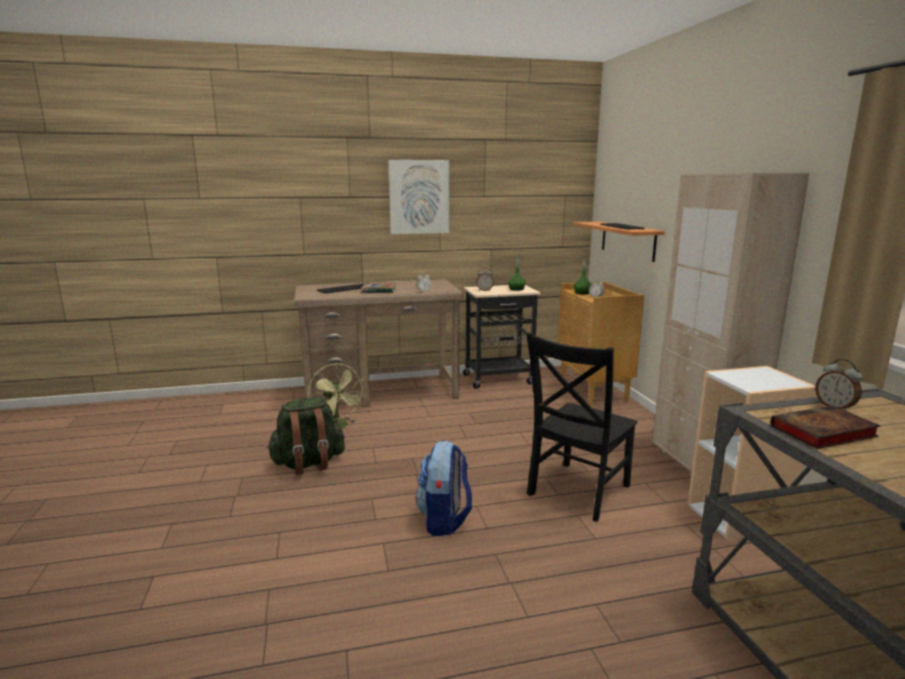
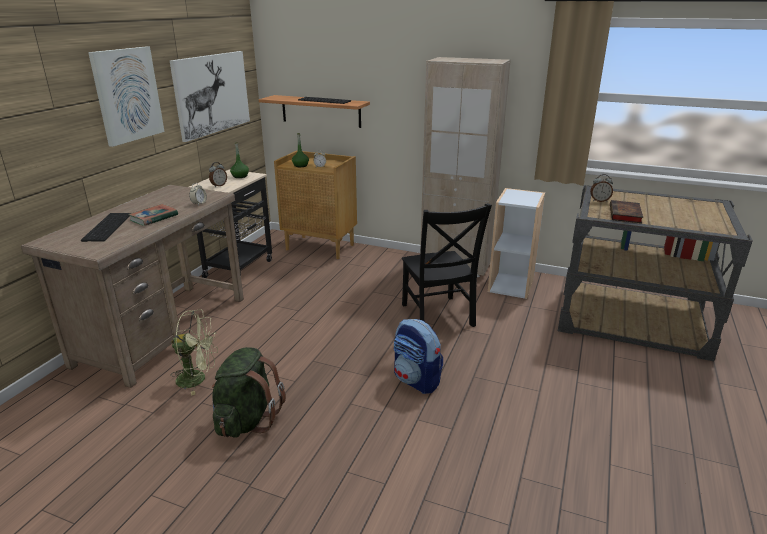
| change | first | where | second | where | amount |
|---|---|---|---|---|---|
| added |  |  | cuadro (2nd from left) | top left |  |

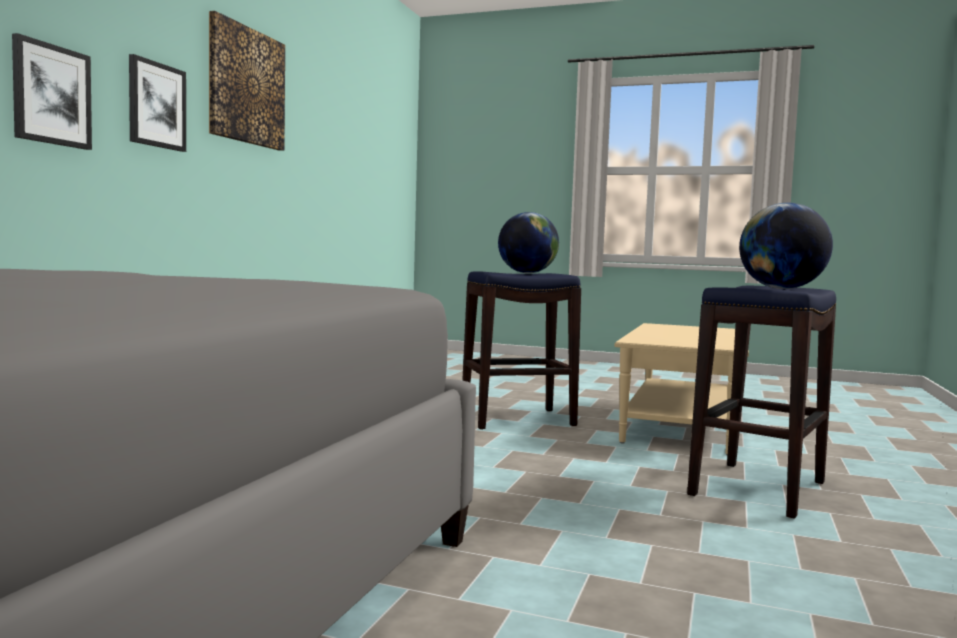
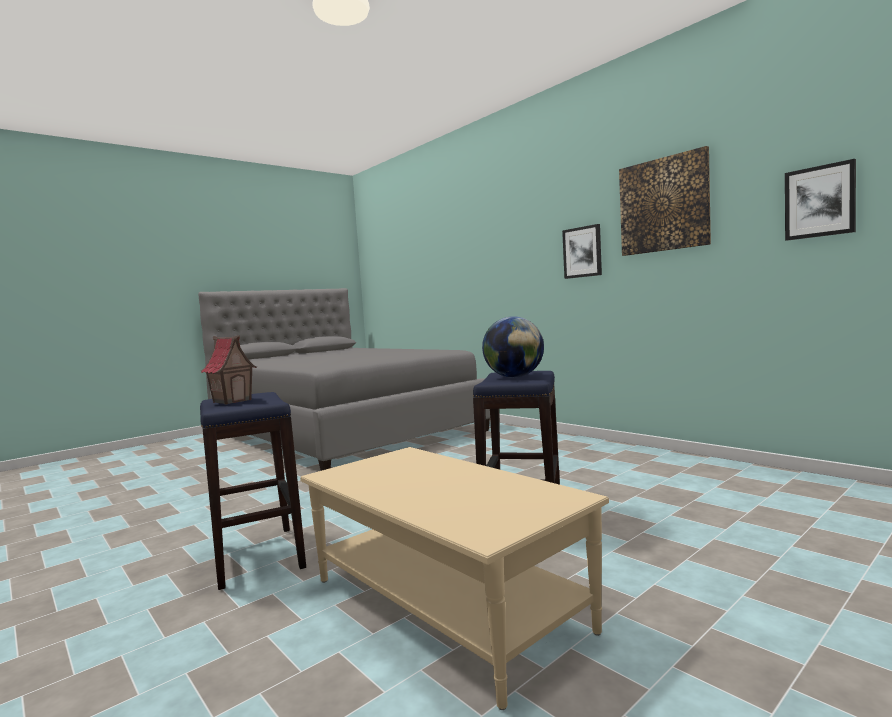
| change | first | where | second | where | amount |
|---|---|---|---|---|---|
| moved | cuadro (1st from left in the first image) | top left | cuadro (3rd from left) | top right |  |
| replaced | globo terráqueo (2nd from left) | middle right | casita | middle left |  |

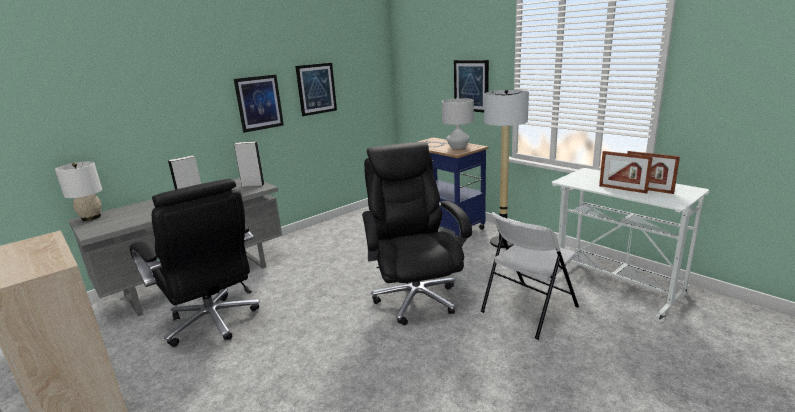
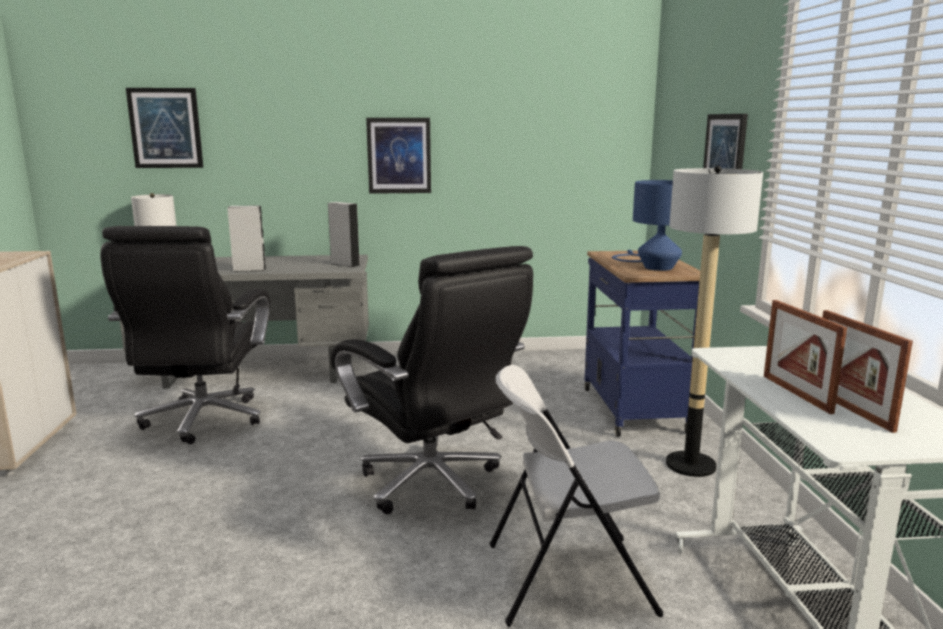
| change | first | where | second | where | amount |
|---|---|---|---|---|---|
| moved | cuadro (2nd from left in the first image) | top centre | cuadro (1st from left) | top left |  |
| recoloured | lámpara de mesa [blanco] (2nd from left) | top centre | lámpara de mesa [azul] | middle right |  |
| turned | silla de oficina [negro] (2nd from left) | centre |  | centre | 120 degrees clockwise |

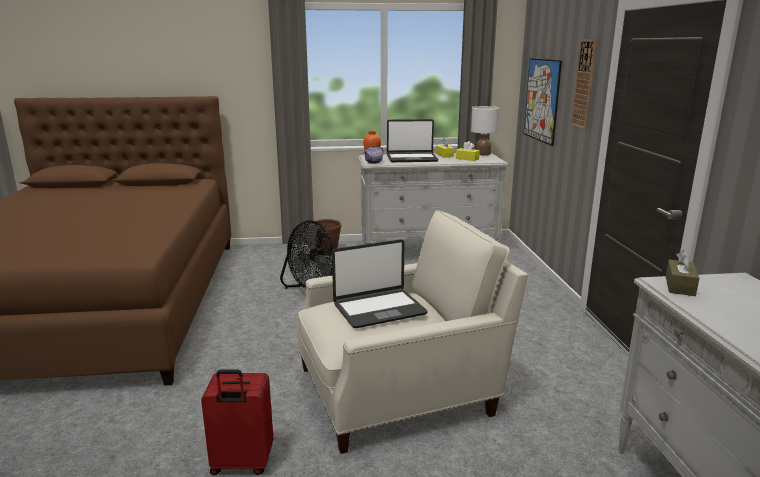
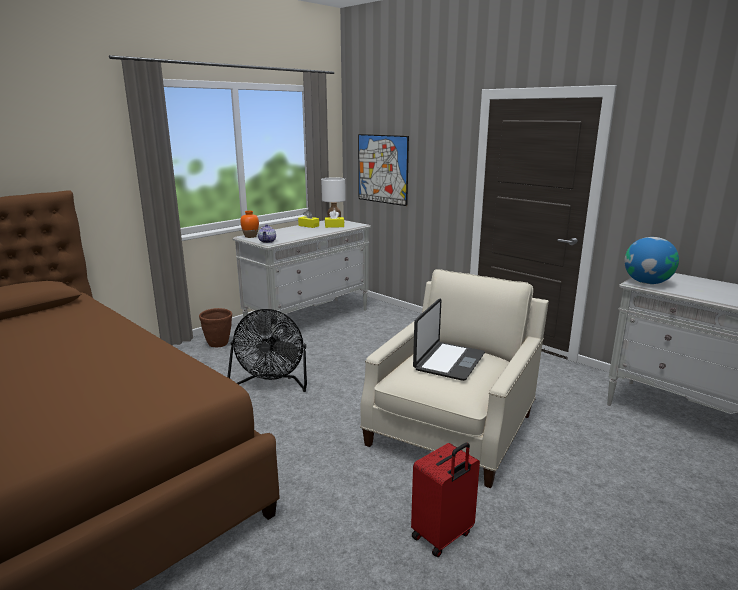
| change | first | where | second | where | amount |
|---|---|---|---|---|---|
| removed | portátil (2nd from left) | top centre |  |  |  |
| removed | reloj de pared | top right |  |  |  |
| replaced | caja de pañuelos [marrón] | middle right | globo terráqueo | middle right |  |

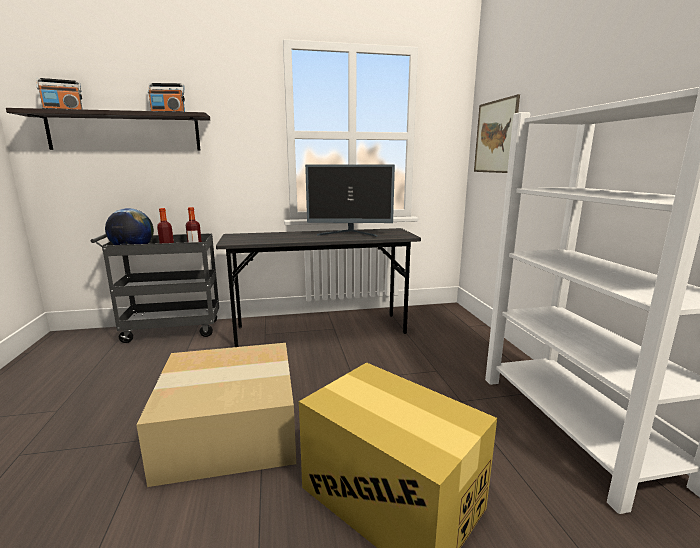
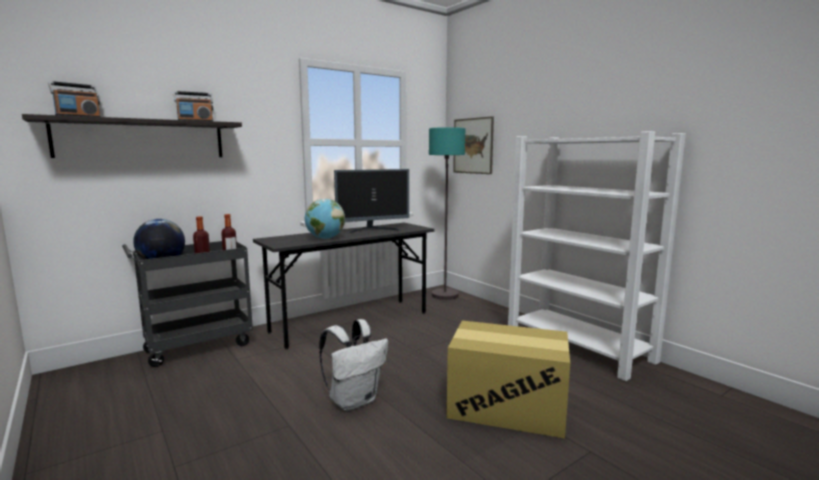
| change | first | where | second | where | amount |
|---|---|---|---|---|---|
| added |  |  | globo terráqueo (2nd from left) | centre |  |
| added |  |  | lámpara de pie [turquesa] | centre |  |
| replaced | caja de cartón (1st from left) | bottom left | mochila [blanco] | bottom centre |  |

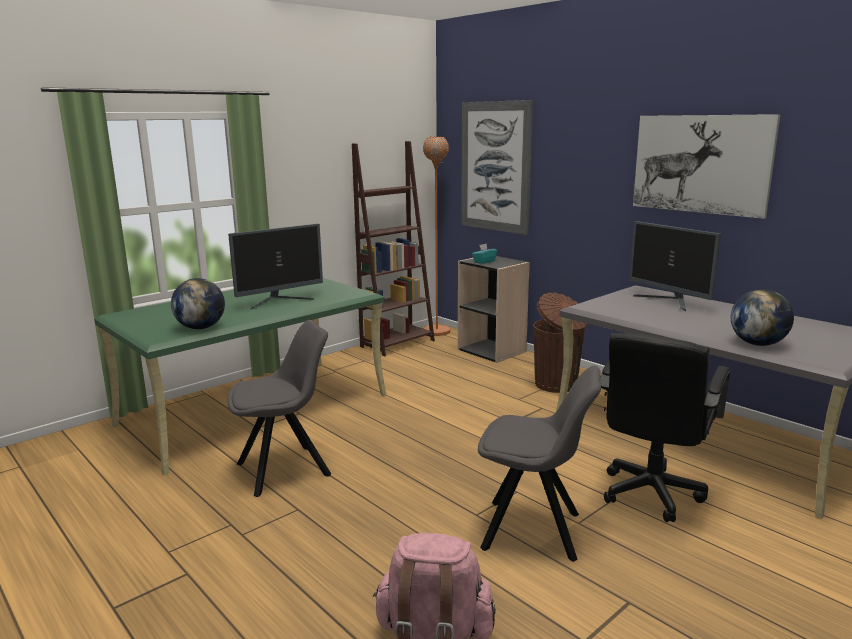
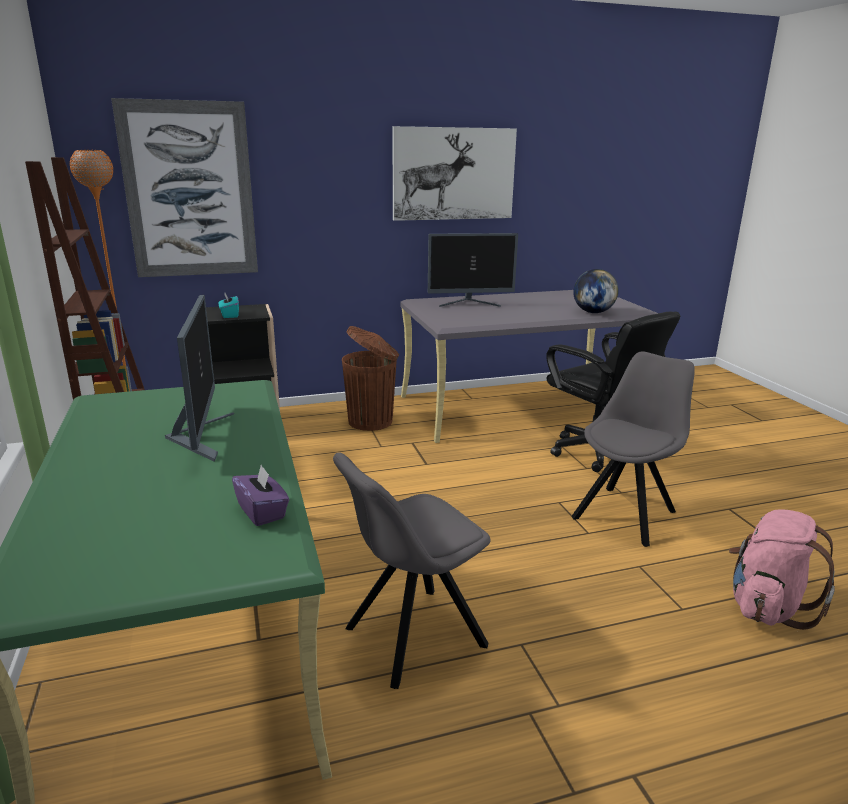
| change | first | where | second | where | amount |
|---|---|---|---|---|---|
| replaced | globo terráqueo (1st from left) | middle left | caja de pañuelos [morado] | middle left |  |
| turned | silla [gris] (1st from left) | middle left |  | bottom centre | 120 degrees counterclockwise |

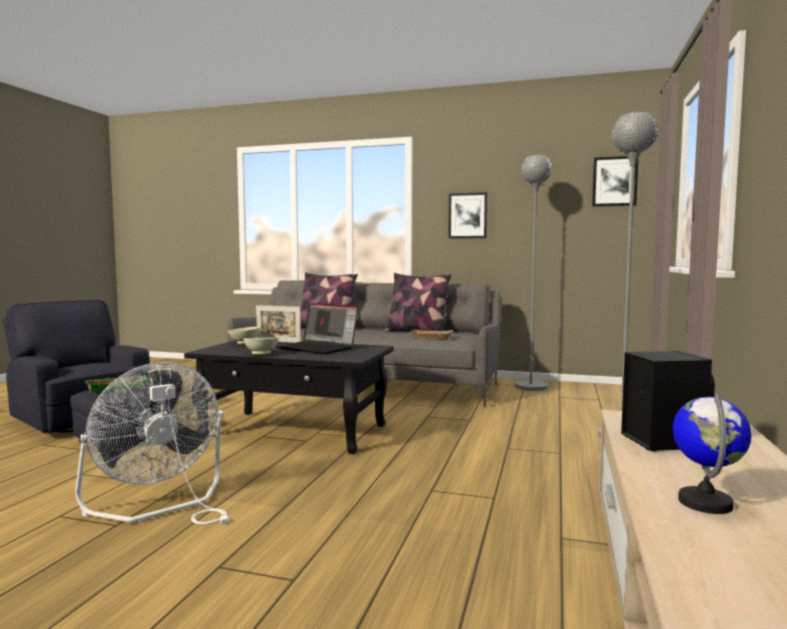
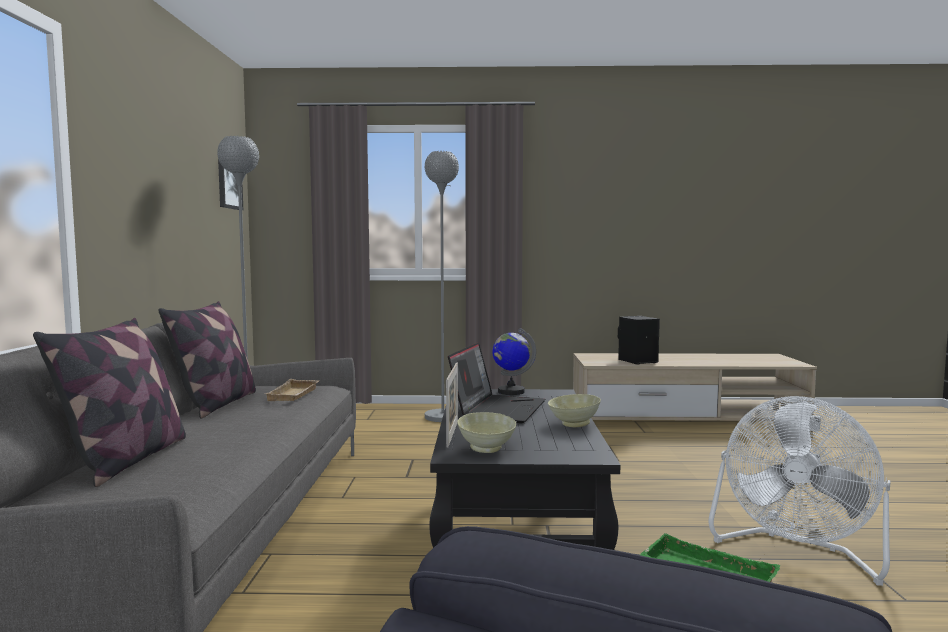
| change | first | where | second | where | amount |
|---|---|---|---|---|---|
| removed | cuadro (1st from left) | centre |  |  |  |
| moved | globo terráqueo | bottom right |  | centre |  |

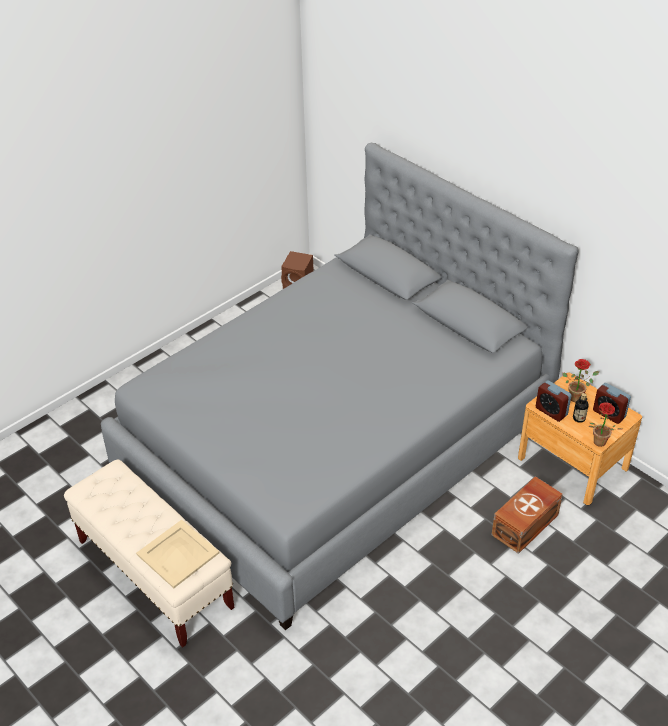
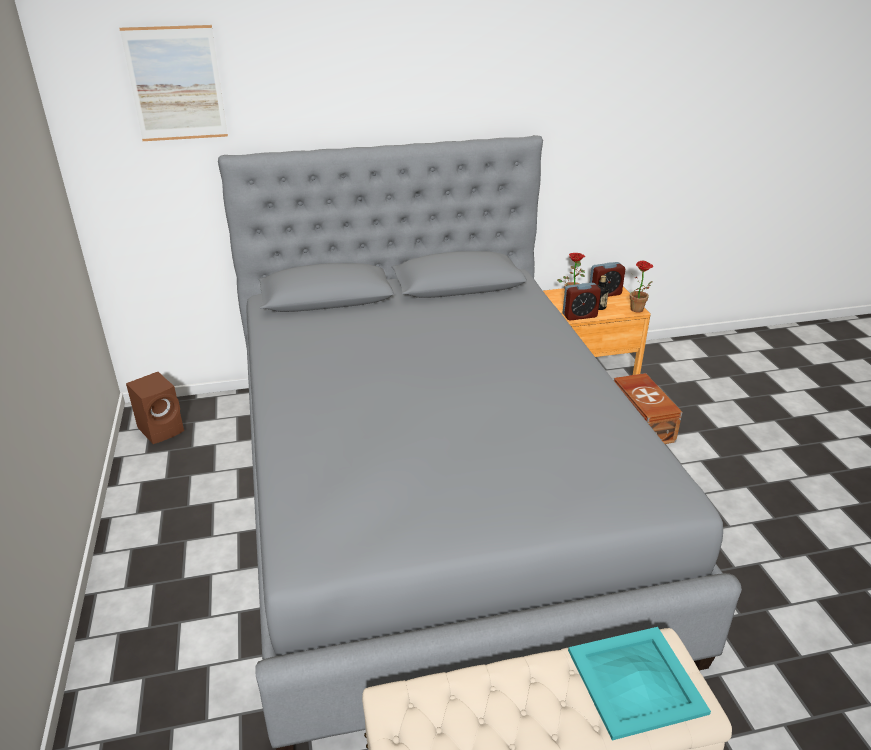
| change | first | where | second | where | amount |
|---|---|---|---|---|---|
| added |  |  | cuadro | top left |  |
| recoloured | bandeja [beis] | bottom left | bandeja [turquesa] | bottom right |  |

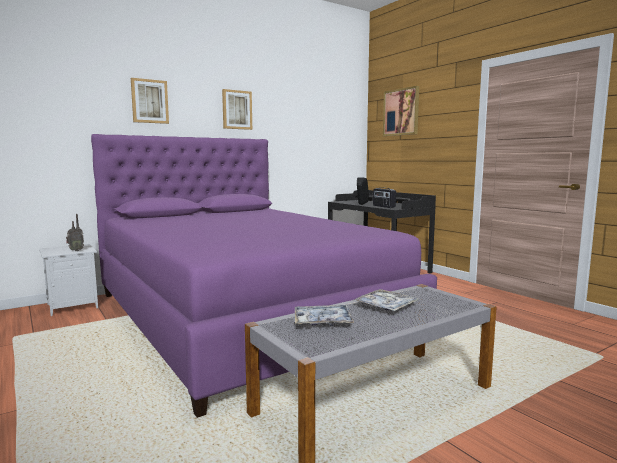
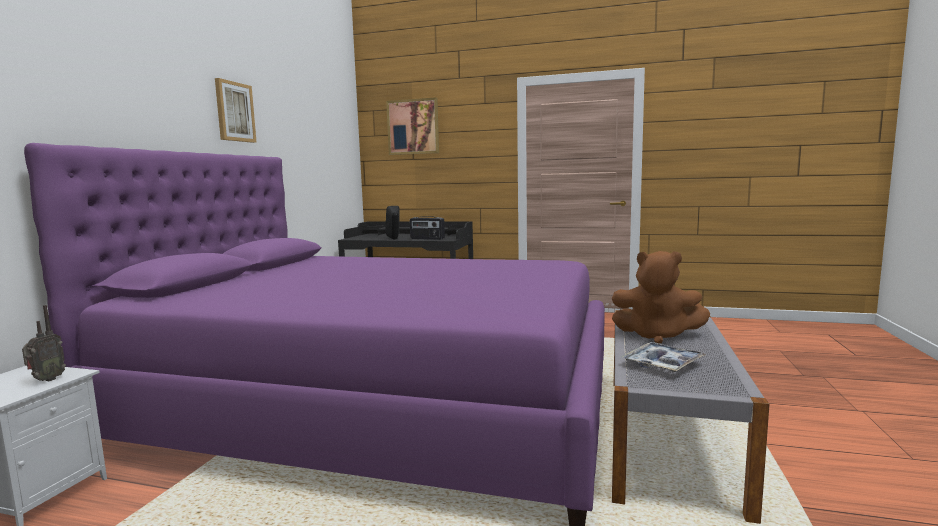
| change | first | where | second | where | amount |
|---|---|---|---|---|---|
| removed | cuadro (1st from left) | top left |  |  |  |
| replaced | bandeja (2nd from left) | centre | peluche [marrón] | middle right |  |

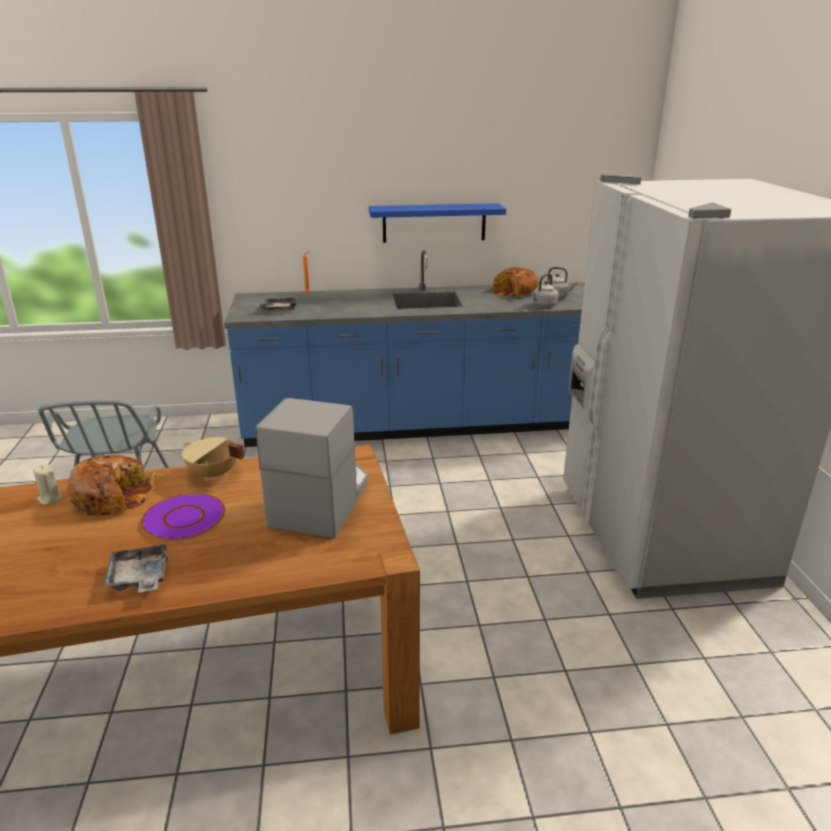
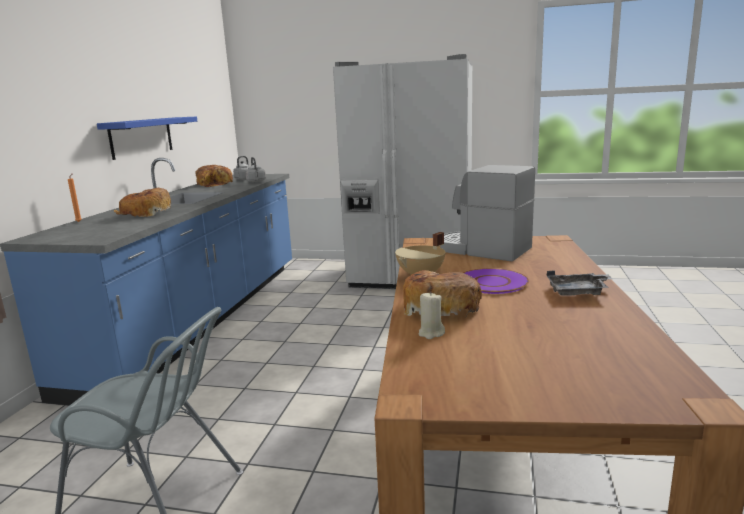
| change | first | where | second | where | amount |
|---|---|---|---|---|---|
| removed | bandeja [gris] (2nd from left) | middle left |  |  |  |
| added |  |  | pan (1st from left) | middle left |  |

